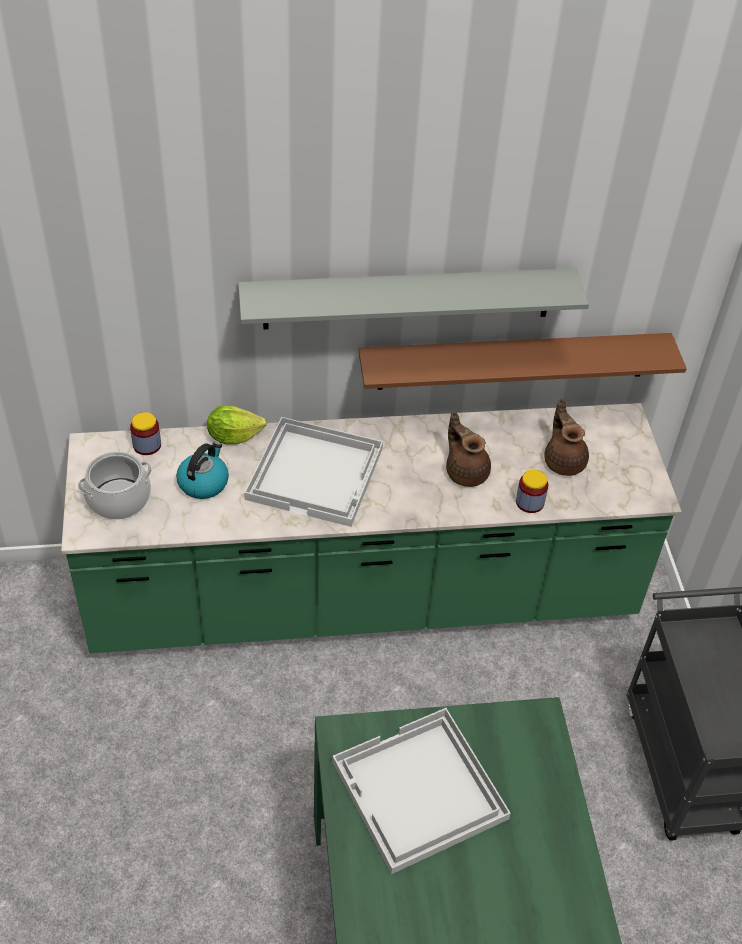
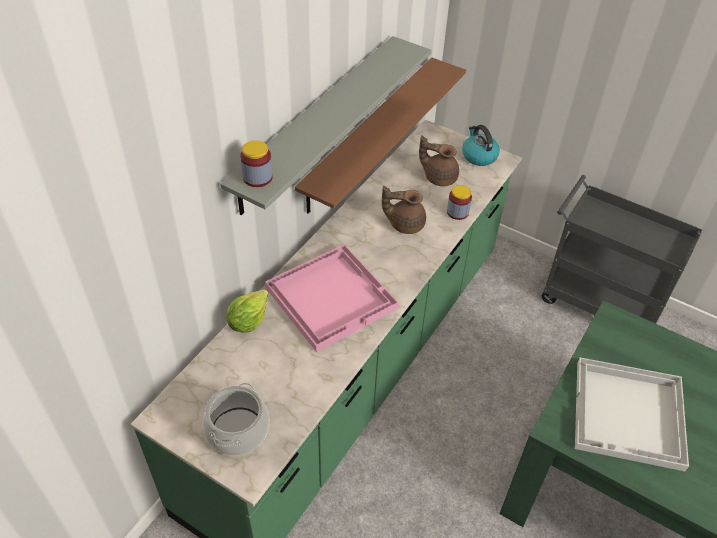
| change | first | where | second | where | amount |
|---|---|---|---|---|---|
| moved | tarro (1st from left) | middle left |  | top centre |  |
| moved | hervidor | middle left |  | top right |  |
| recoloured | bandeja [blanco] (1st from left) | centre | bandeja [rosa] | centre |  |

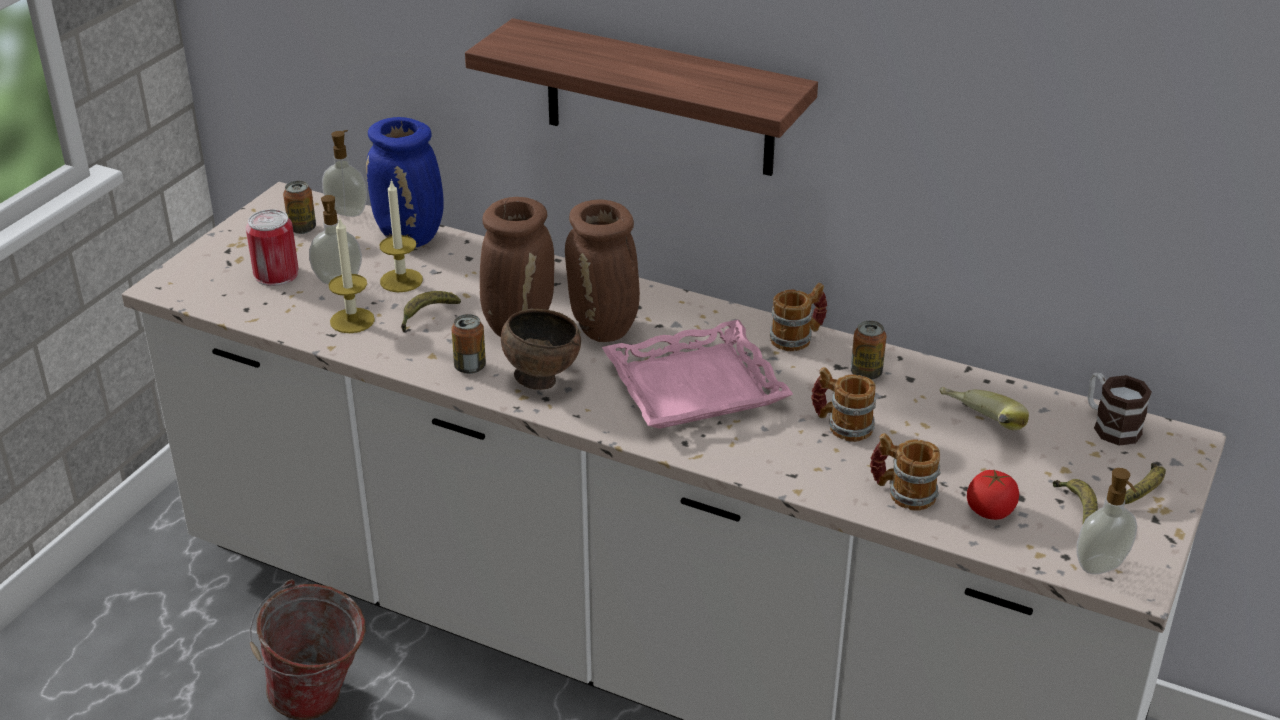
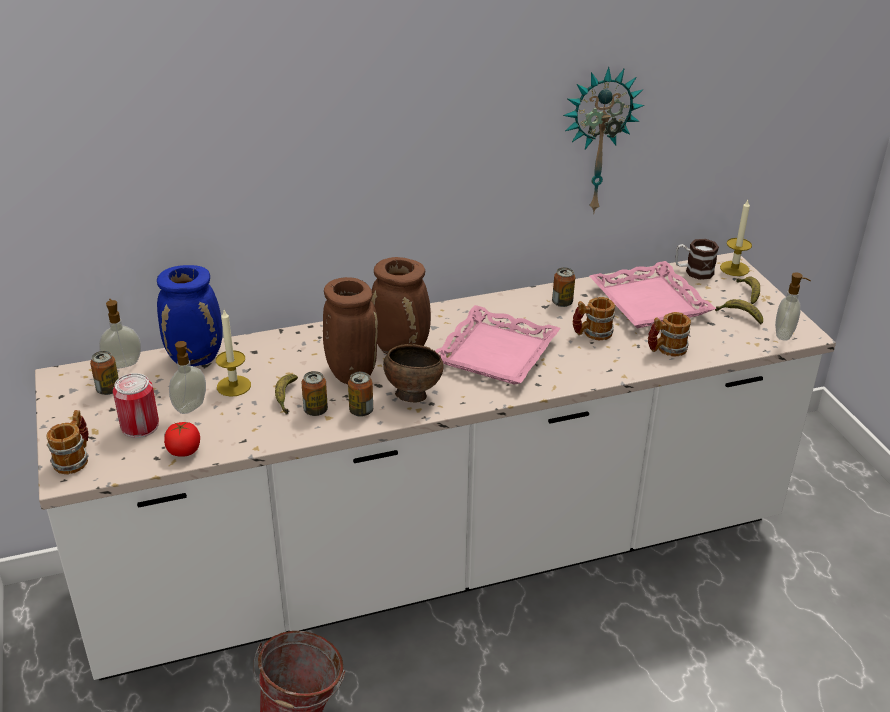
| change | first | where | second | where | amount |
|---|---|---|---|---|---|
| removed | estante | top centre |  |  |  |
| added |  |  | lata (3rd from left) | centre |  |
| added |  |  | reloj de pared | top right |  |
| moved | vela (1st from left in the first image) | middle left | vela (2nd from left) | middle right |  |
| moved | taza grande (1st from left) | centre |  | middle left |  |
| moved | tomate | bottom right |  | middle left |  |
| replaced | plátano (2nd from left) | middle right | bandeja [rosa] (2nd from left) | middle right |  |

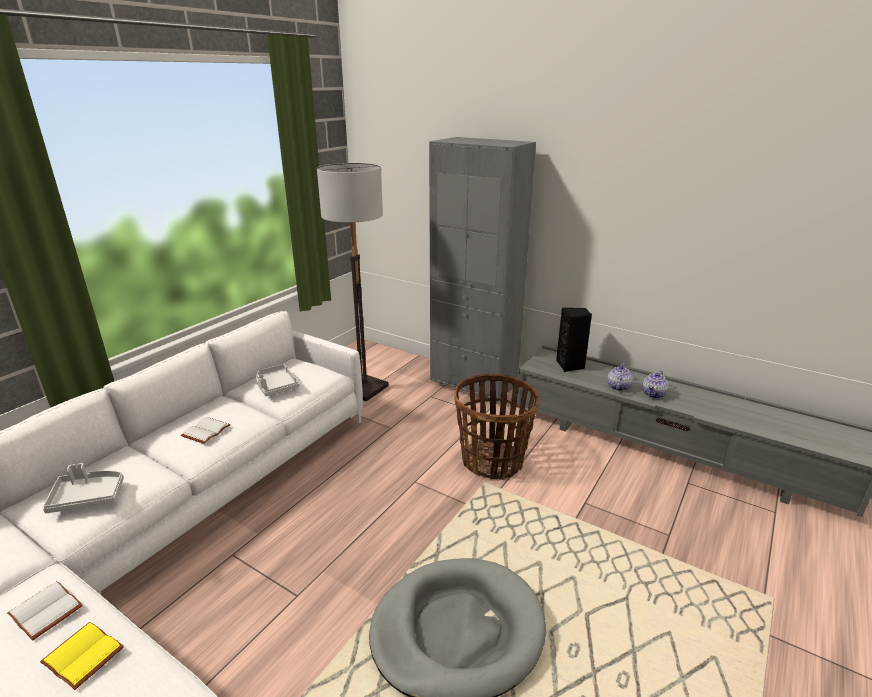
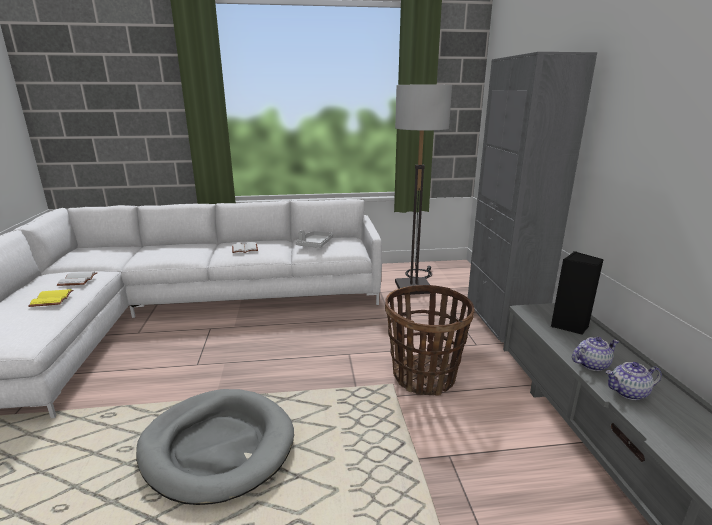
| change | first | where | second | where | amount |
|---|---|---|---|---|---|
| removed | bandeja [gris] (1st from left) | bottom left |  |  |  |

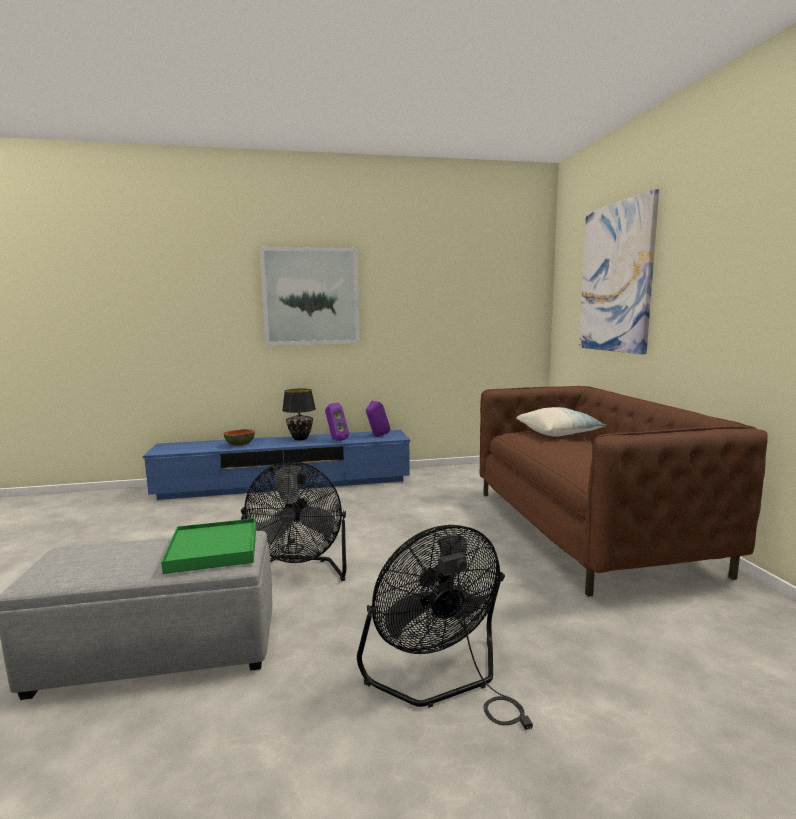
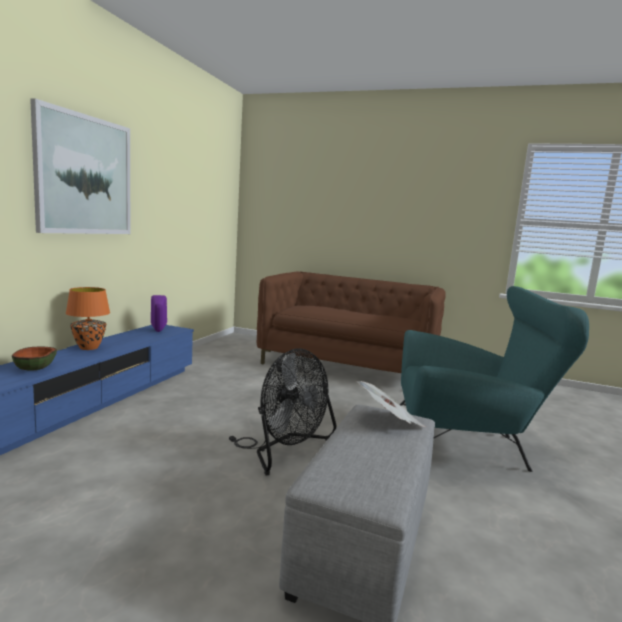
| change | first | where | second | where | amount |
|---|---|---|---|---|---|
| removed | altavoz [morado] (1st from left) | centre |  |  |  |
| removed | cojín | middle right |  |  |  |
| removed | cuadro (2nd from left) | top right |  |  |  |
| replaced | bandeja [verde] | bottom left | periódico | centre |  |
| replaced | ventilador [negro] (2nd from left) | bottom centre | sillón [turquesa] | middle right |  |
| recoloured | lámpara de mesa [negro] | centre | lámpara de mesa [naranja] | middle left |  |

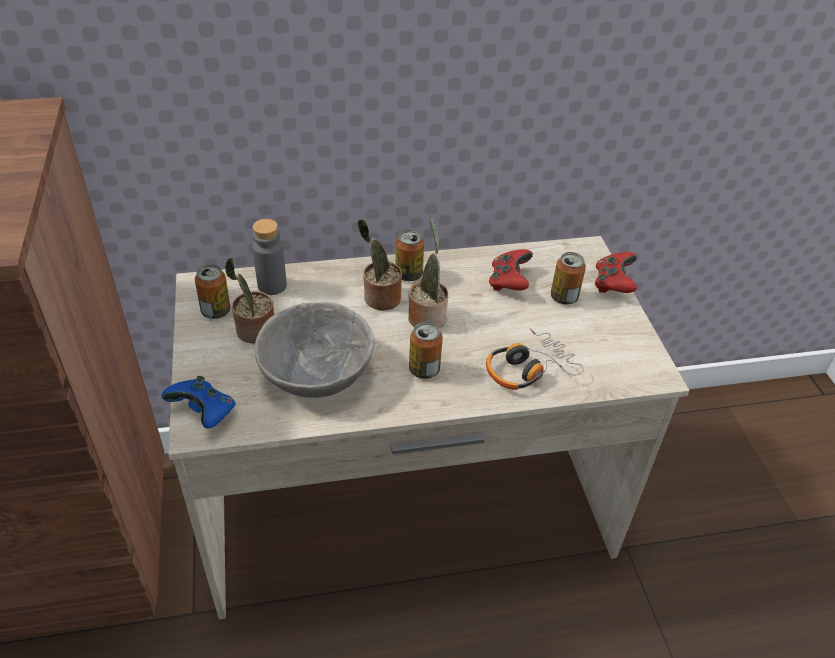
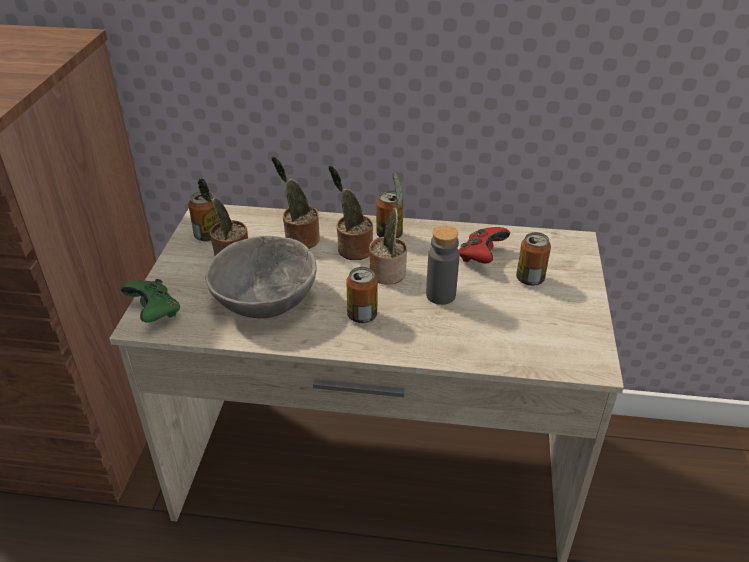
| change | first | where | second | where | amount |
|---|---|---|---|---|---|
| removed | auriculares | centre |  |  |  |
| removed | mando de consola [rojo] (2nd from left) | middle right |  |  |  |
| added |  |  | planta en maceta (2nd from left) | centre |  |
| moved | botella [gris] | middle left |  | centre |  |
| recoloured | mando de consola [azul] | middle left | mando de consola [verde] | middle left |  |

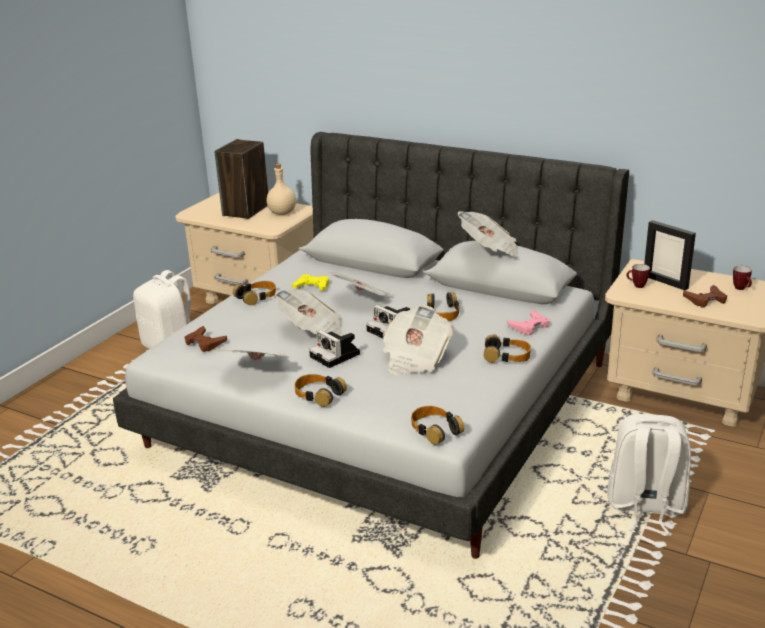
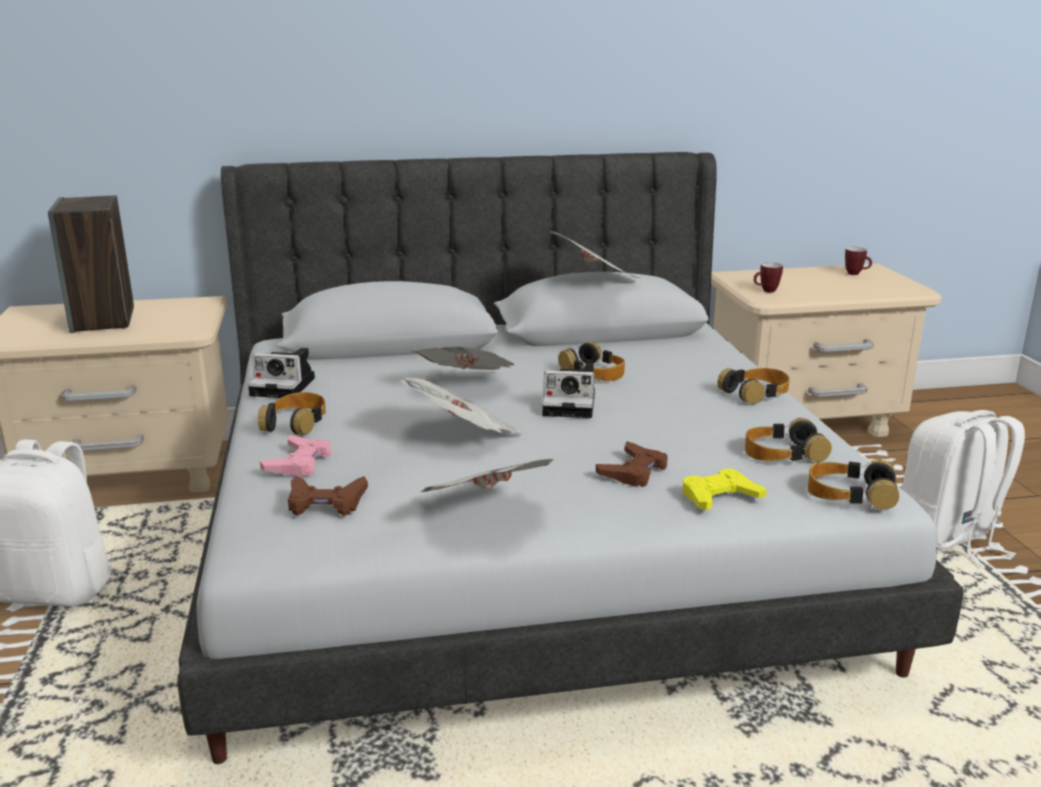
| change | first | where | second | where | amount |
|---|---|---|---|---|---|
| removed | botella [beis] | top centre |  |  |  |
| removed | periódico (4th from left) | centre |  |  |  |
| removed | portarretratos | middle right |  |  |  |
| moved | mando de consola [amarillo] | centre |  | middle right |  |
| moved | auriculares (2nd from left in the first image) | centre | auriculares (4th from left) | middle right |  |
| moved | cámara (1st from left) | centre |  | middle left |  |
| moved | mando de consola [rosa] | middle right |  | middle left |  |
| moved | mando de consola [marrón] (2nd from left) | middle right |  | centre |  |

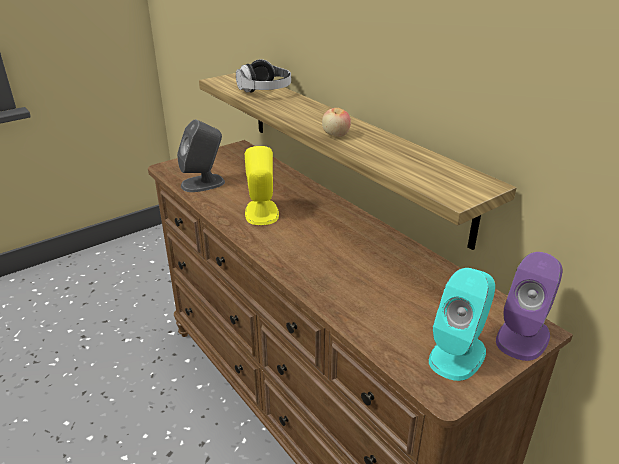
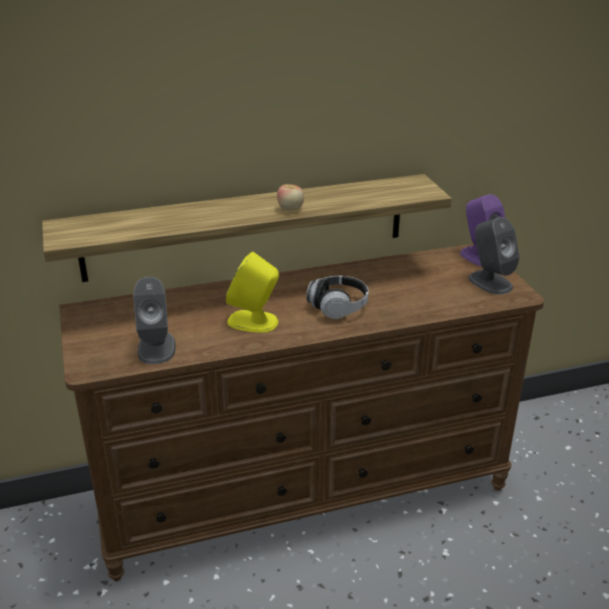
| change | first | where | second | where | amount |
|---|---|---|---|---|---|
| moved | auriculares | top centre |  | centre |  |
| recoloured | altavoz [turquesa] | bottom right | altavoz [gris] (2nd from left) | middle right |  |

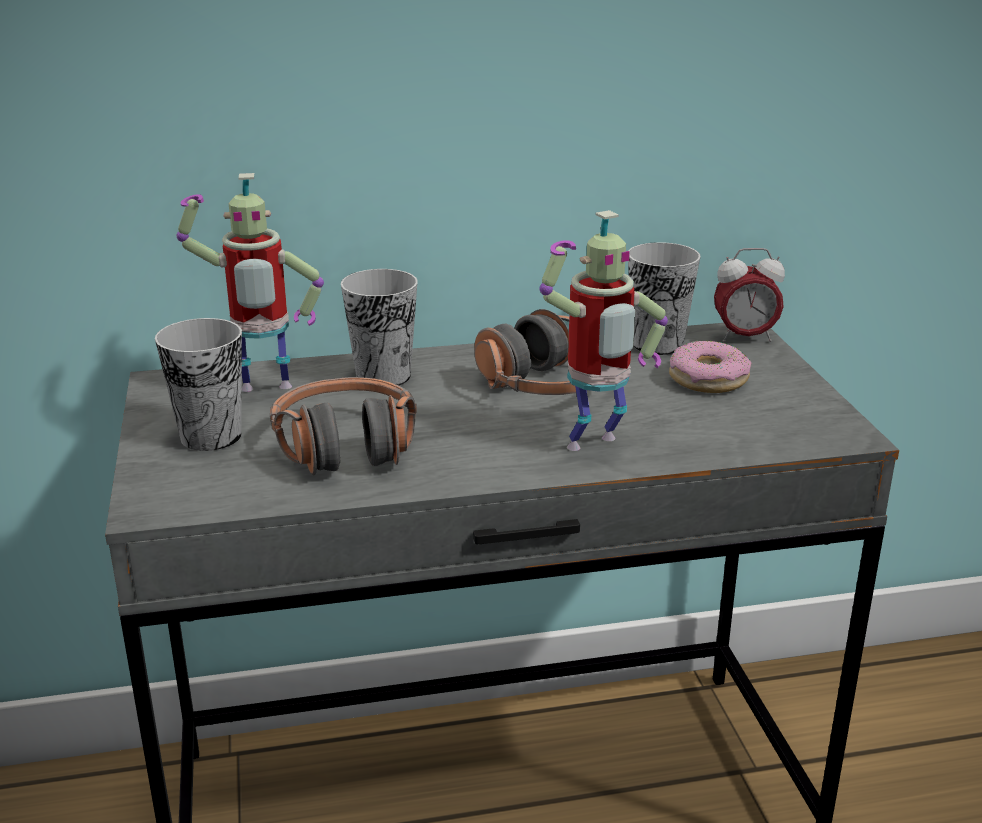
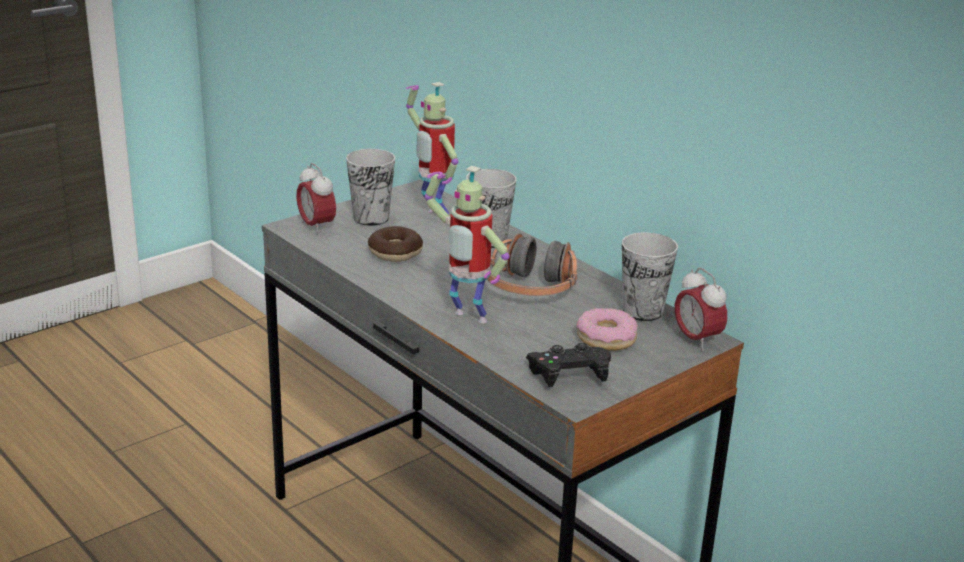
| change | first | where | second | where | amount |
|---|---|---|---|---|---|
| added |  |  | despertador (1st from left) | middle left |  |
| added |  |  | mando de consola [negro] | centre |  |
| replaced | auriculares (1st from left) | centre | rosquilla (1st from left) | centre |  |

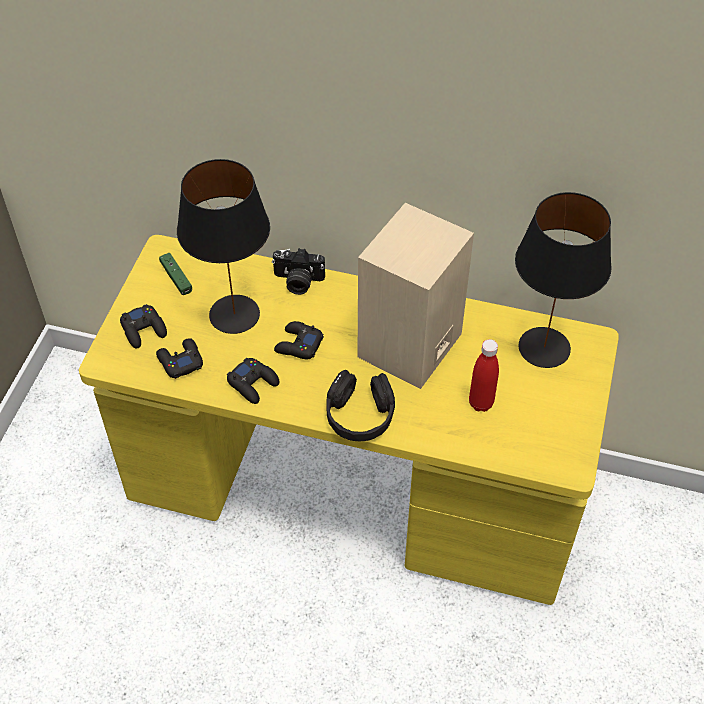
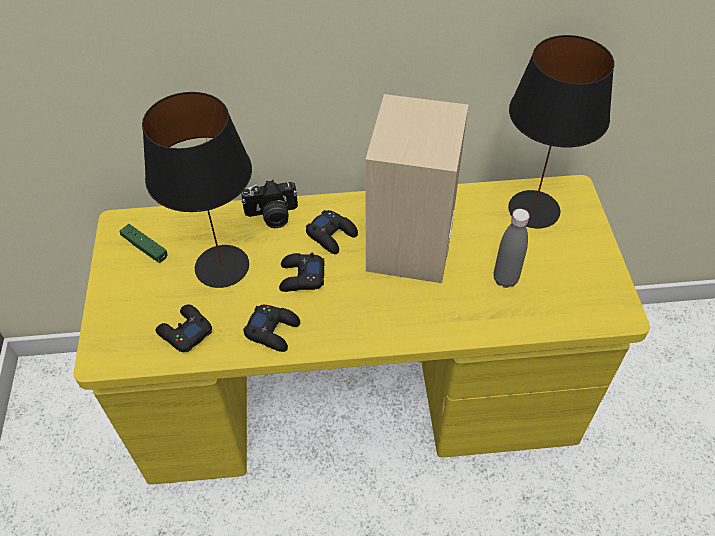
| change | first | where | second | where | amount |
|---|---|---|---|---|---|
| removed | auriculares [negro] | centre |  |  |  |
| moved | mando de consola [negro] (1st from left in the first image) | middle left | mando de consola [negro] (4th from left) | centre |  |
| recoloured | botella [rojo] | middle right | botella [gris] | middle right |  |

